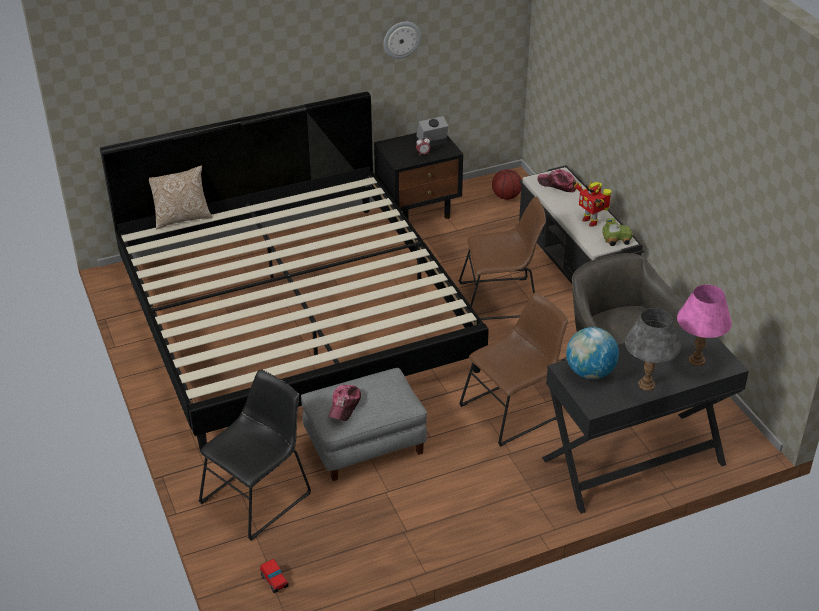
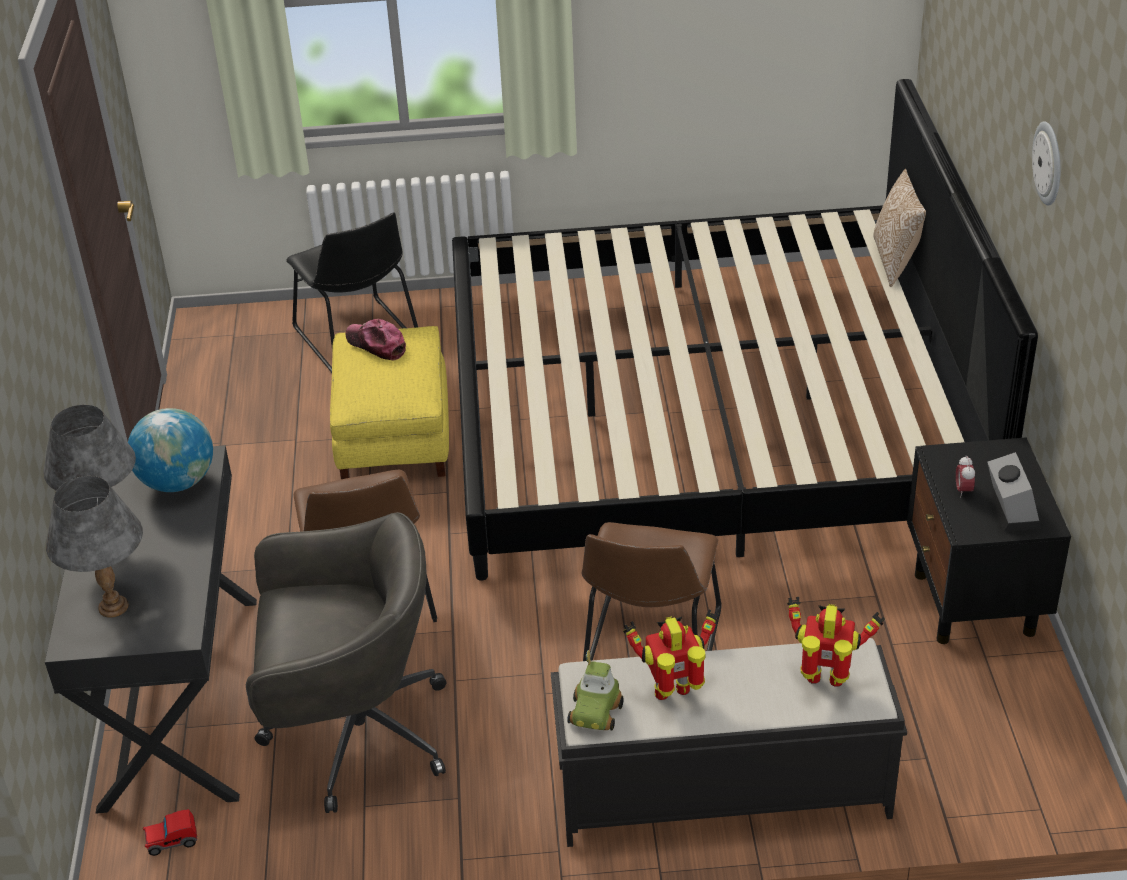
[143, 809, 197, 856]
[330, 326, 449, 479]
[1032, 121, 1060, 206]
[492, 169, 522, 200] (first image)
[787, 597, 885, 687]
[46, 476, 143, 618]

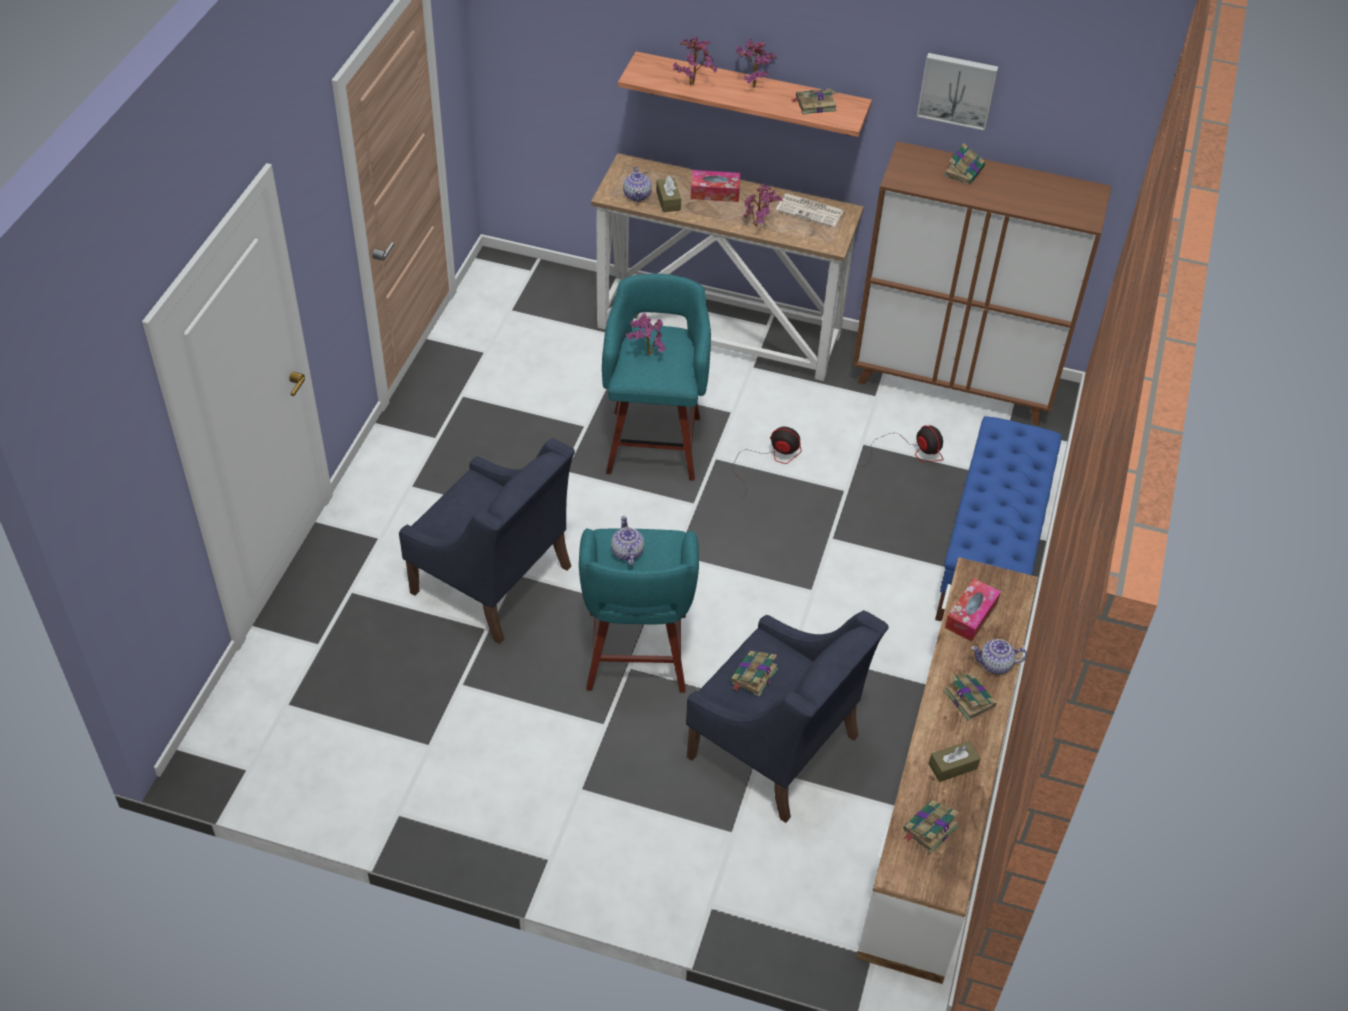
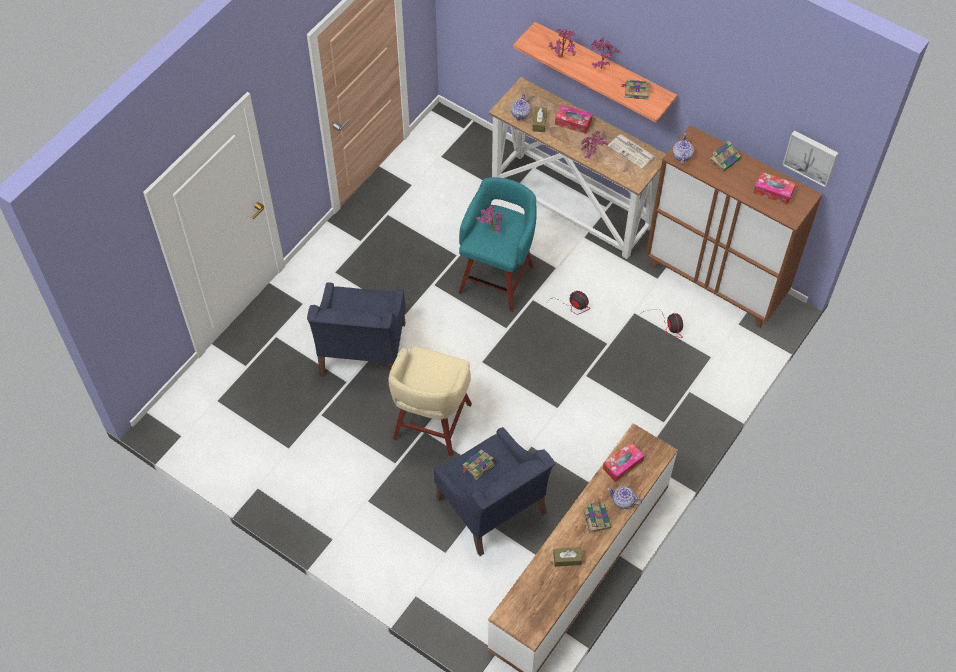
[307, 282, 405, 377]
[388, 346, 472, 456]
[673, 133, 694, 165]
[903, 800, 959, 853] (first image)
[783, 130, 838, 187]
[935, 416, 1062, 621] (first image)
[753, 172, 796, 205]

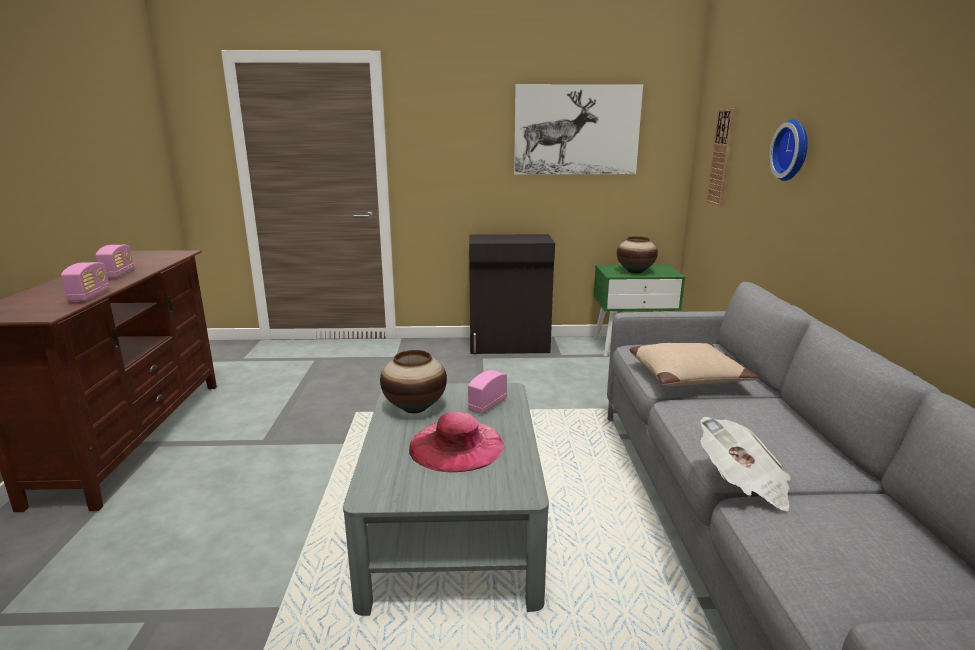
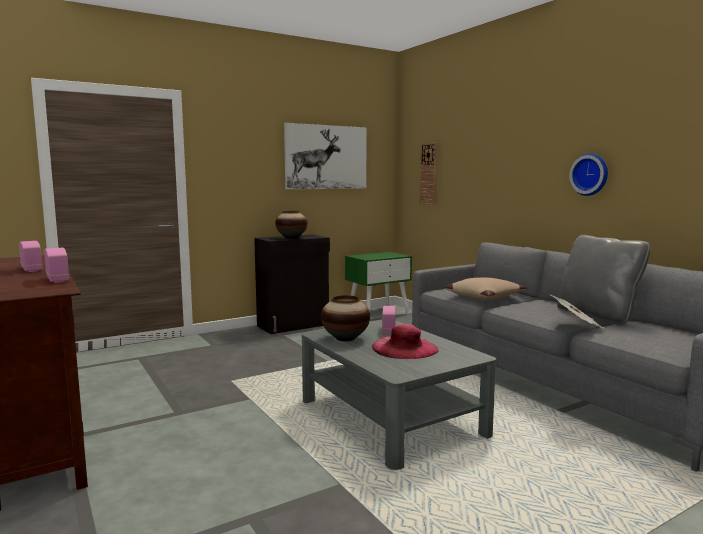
[275, 211, 307, 239]
[569, 153, 608, 196]
[557, 235, 650, 324]

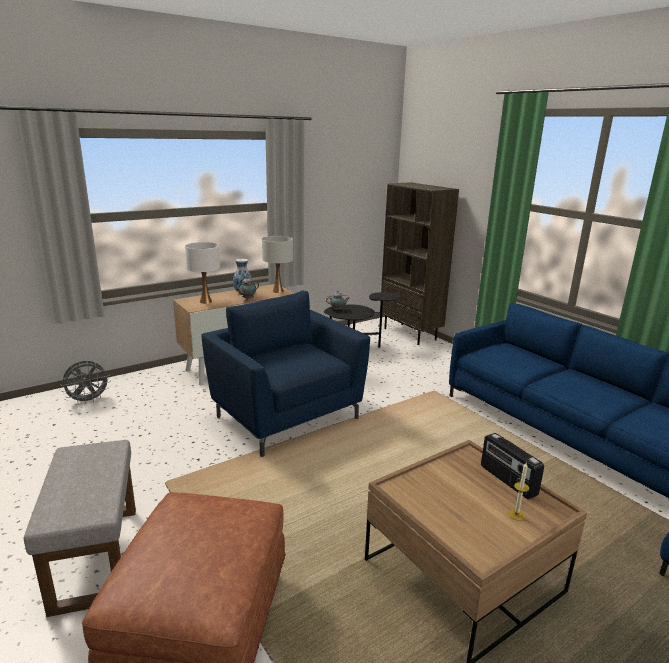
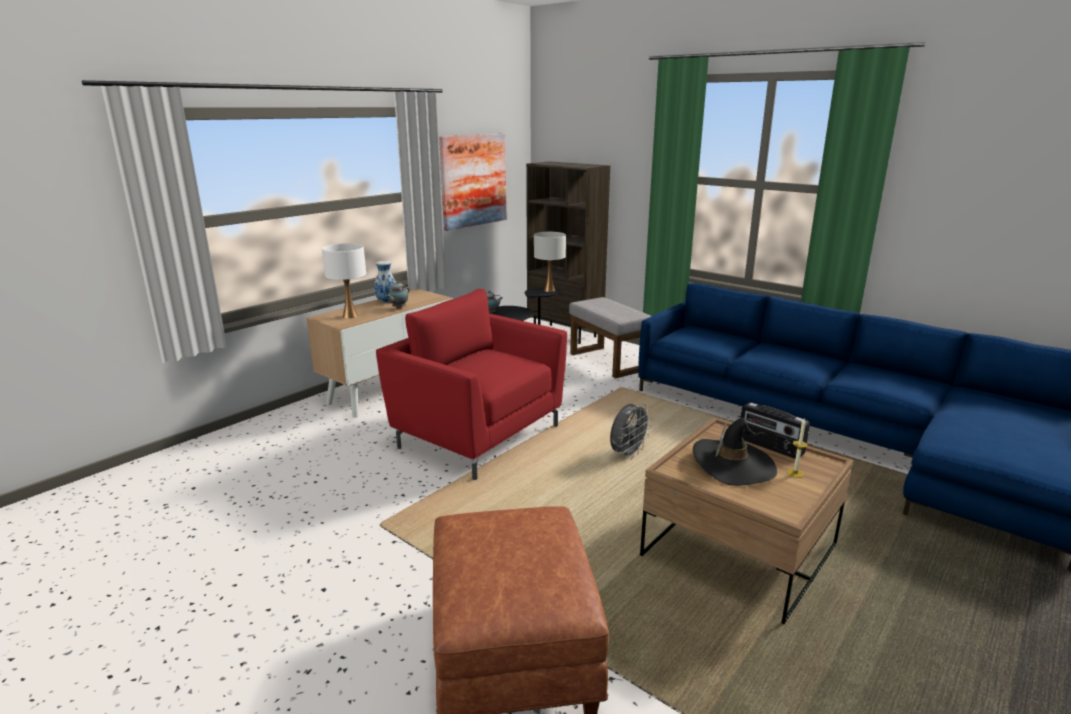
[569, 297, 651, 379]
[610, 404, 652, 460]
[376, 289, 567, 480]
[534, 232, 566, 292]
[439, 134, 507, 231]
[693, 418, 777, 486]

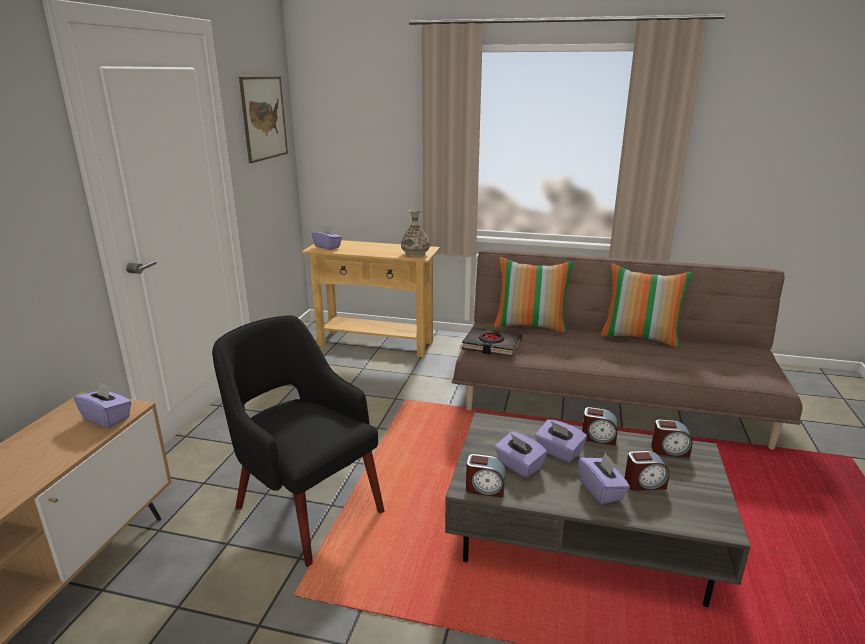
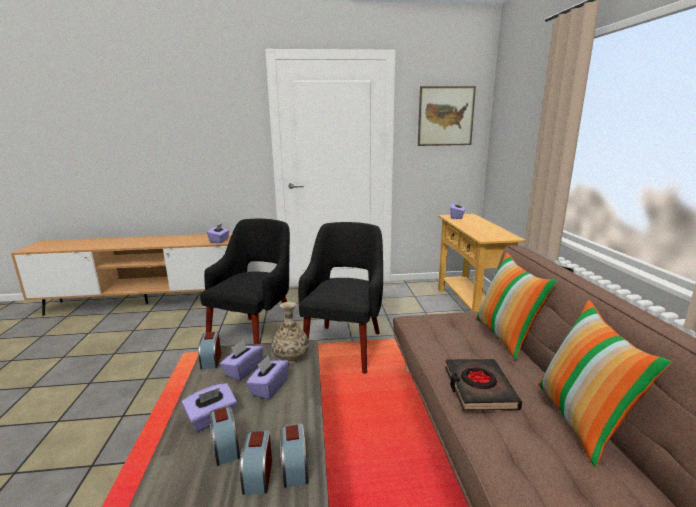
[271, 302, 309, 364]
[445, 359, 522, 411]
[239, 430, 272, 495]
[298, 222, 383, 374]

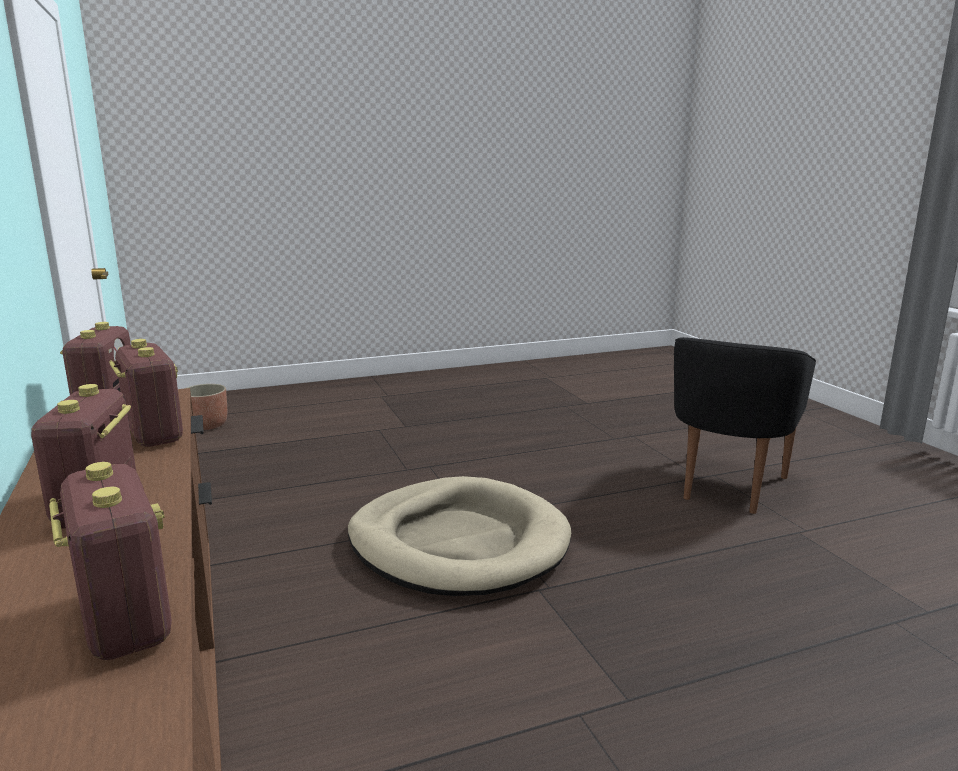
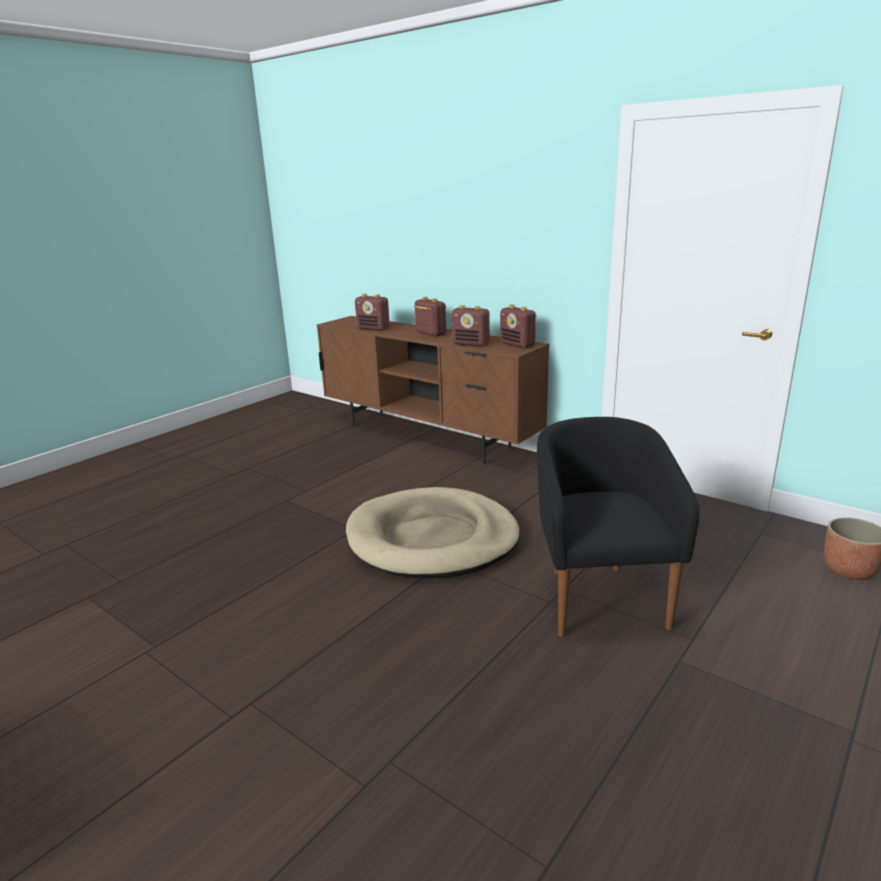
[537, 417, 700, 637]

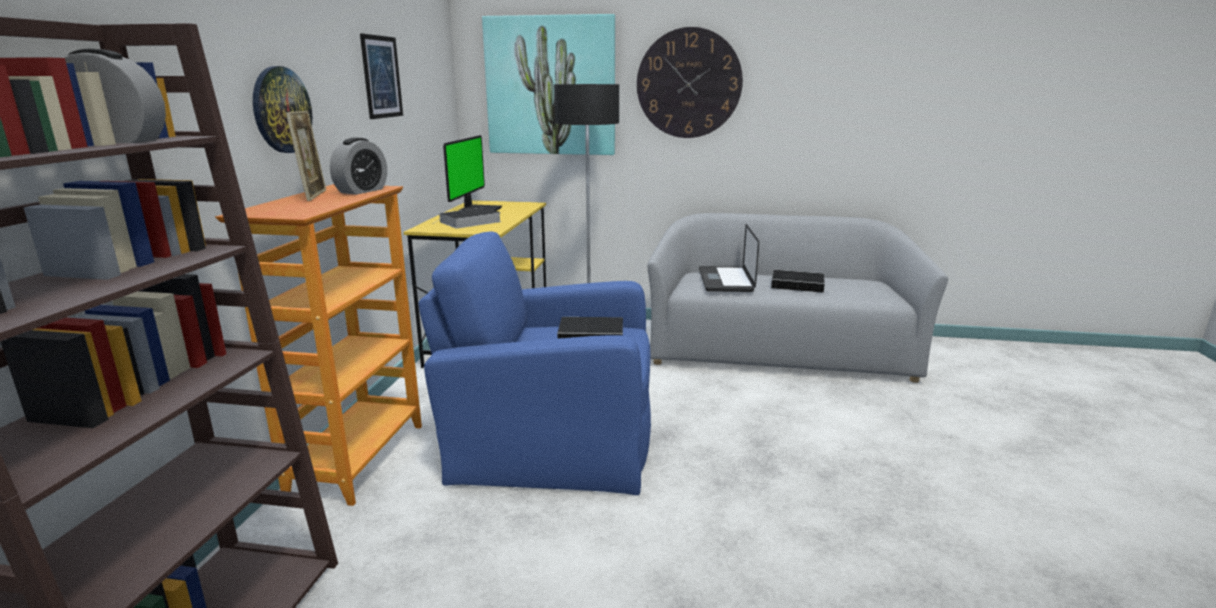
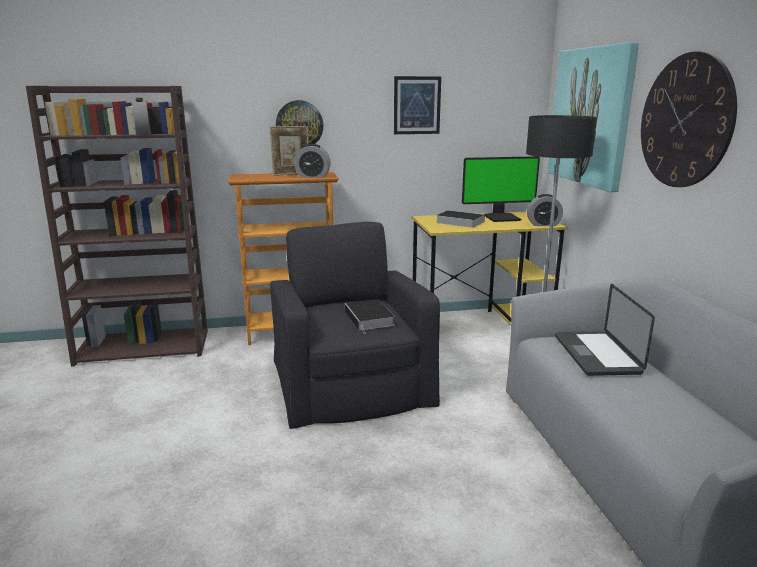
[270, 222, 440, 429]
[555, 284, 655, 376]
[771, 270, 834, 293] (first image)
[527, 194, 563, 226]

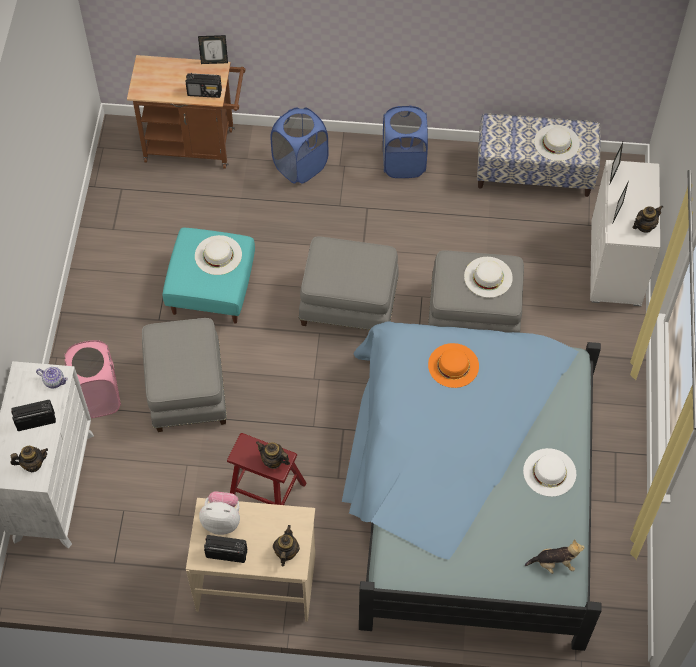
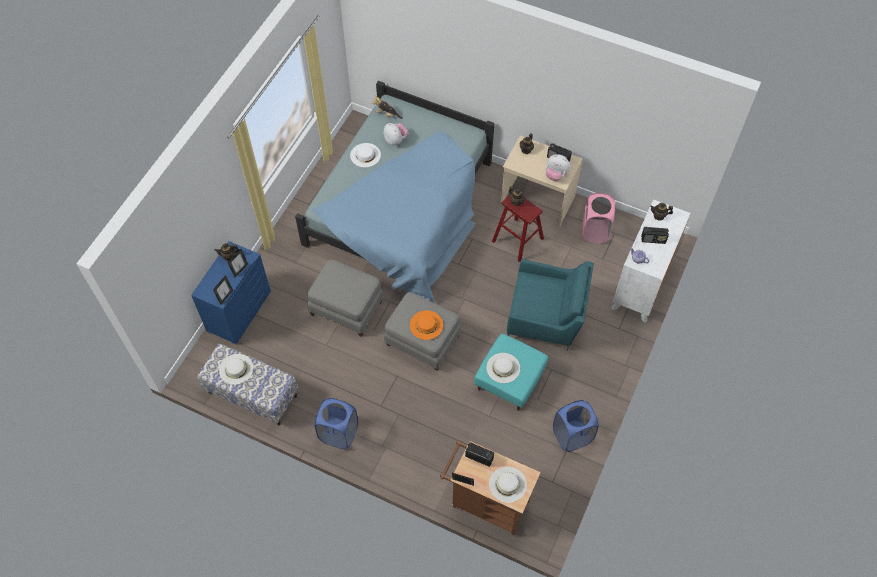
[582, 193, 616, 243]
[507, 259, 594, 351]
[553, 400, 599, 452]
[410, 310, 443, 340]
[489, 466, 527, 503]
[191, 241, 271, 345]
[384, 123, 409, 146]

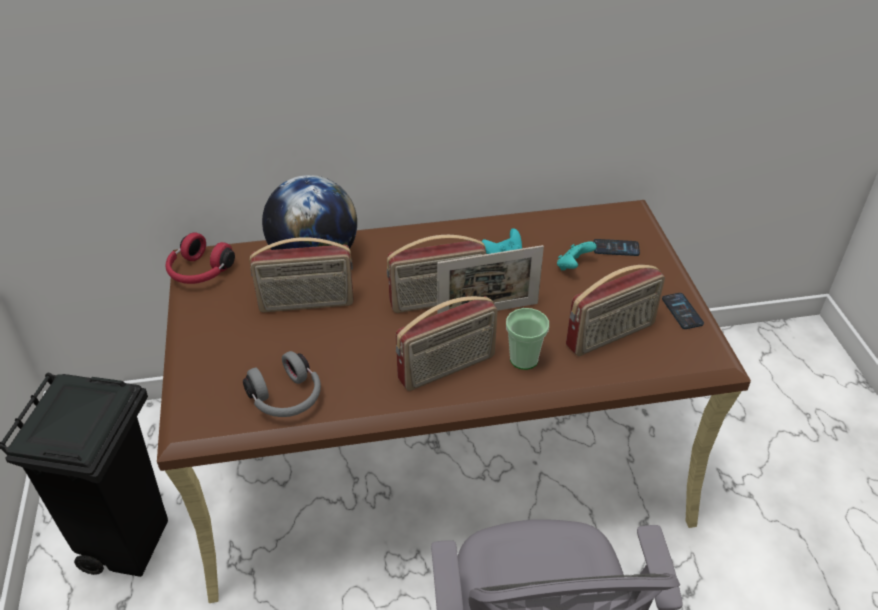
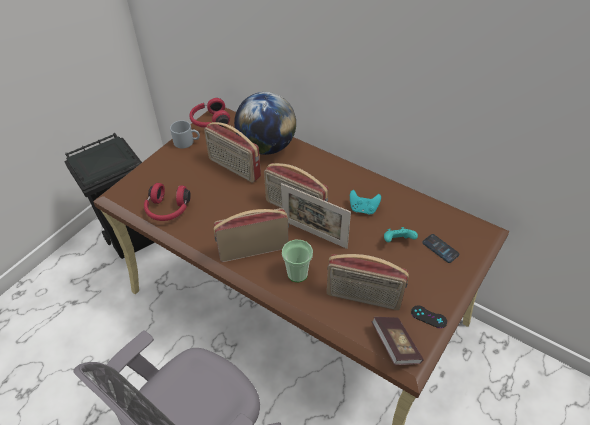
[144, 183, 191, 221]
[214, 208, 289, 262]
[411, 305, 447, 328]
[170, 121, 200, 148]
[371, 317, 423, 365]

